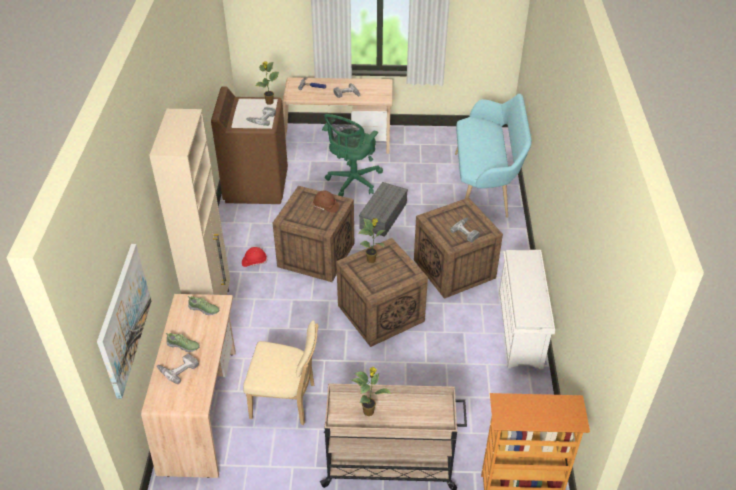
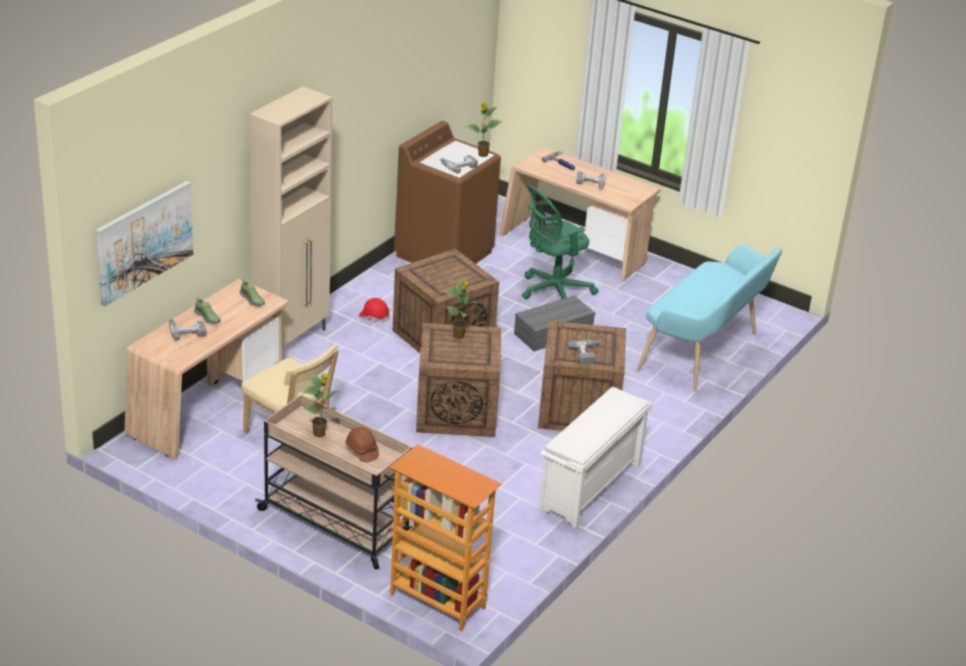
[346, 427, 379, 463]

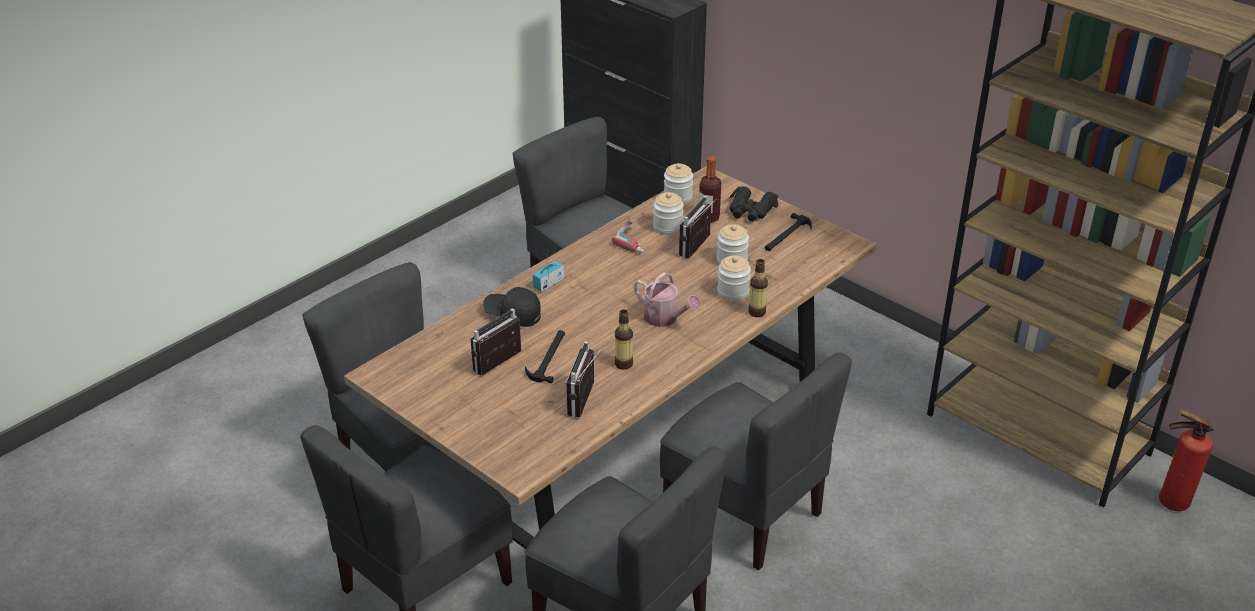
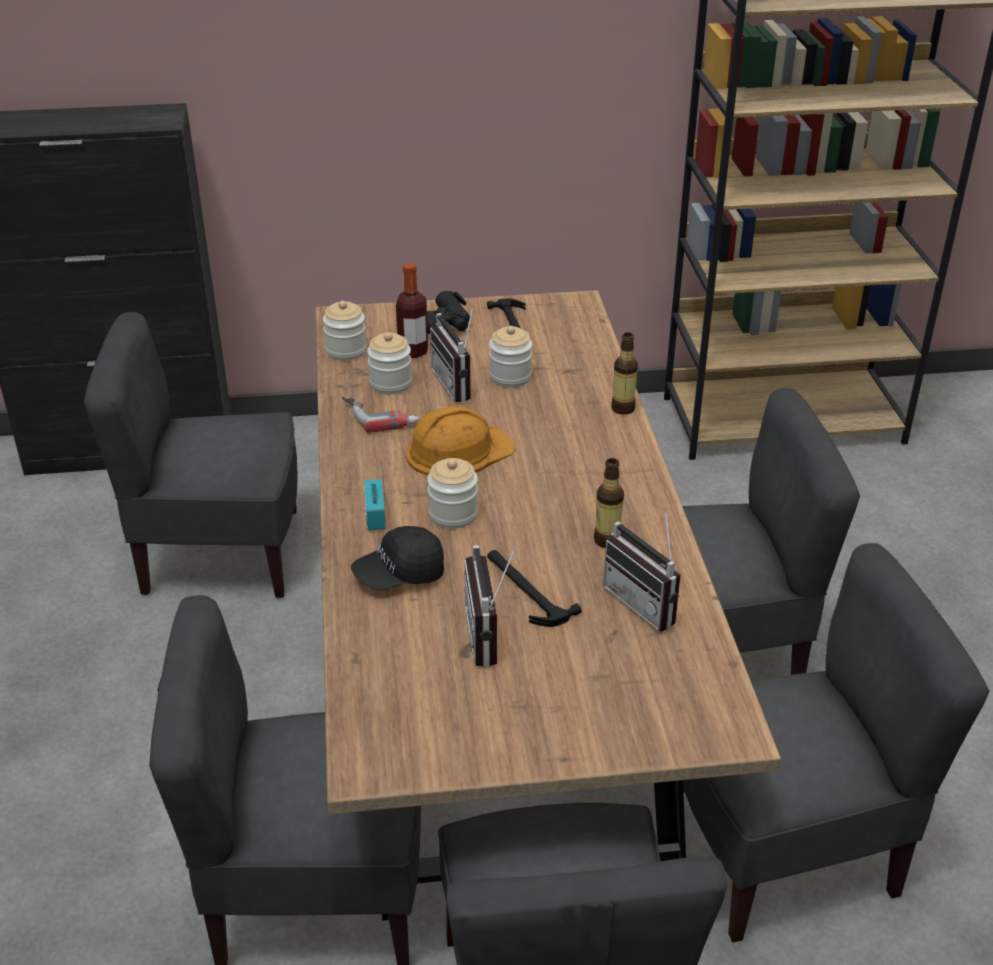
[634, 272, 701, 327] (first image)
[427, 458, 478, 529]
[1159, 409, 1214, 511] (first image)
[406, 407, 516, 476]

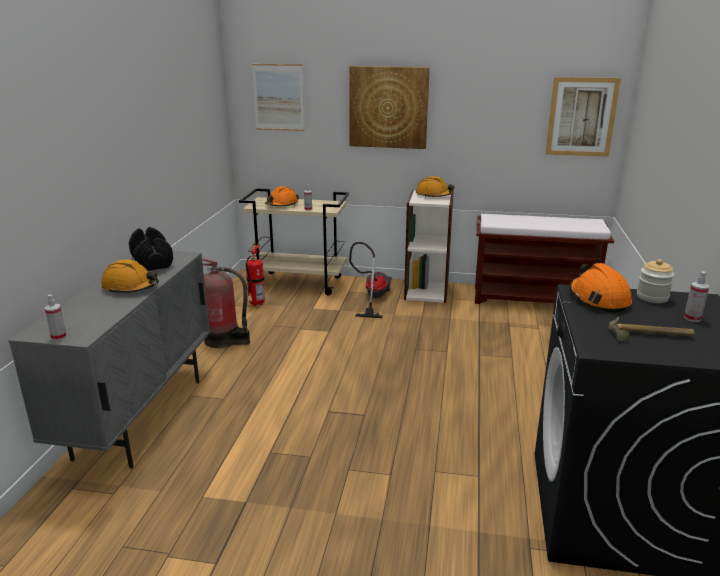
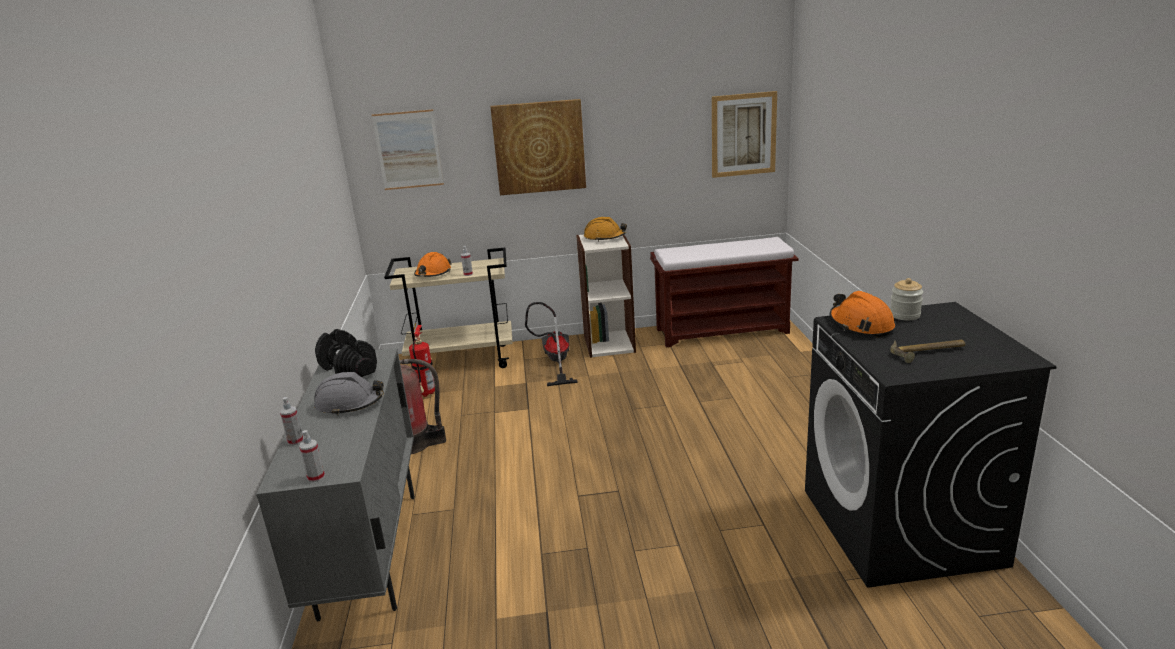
[314, 372, 384, 416]
[280, 397, 303, 445]

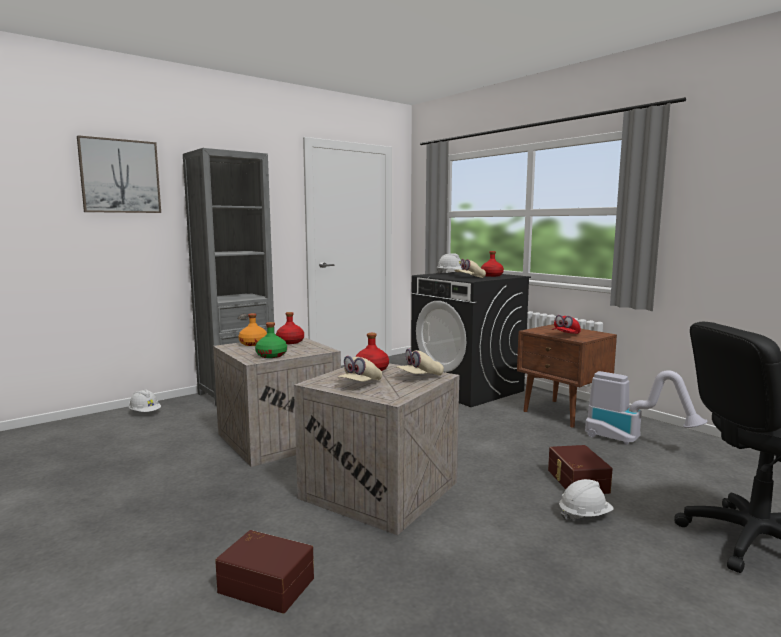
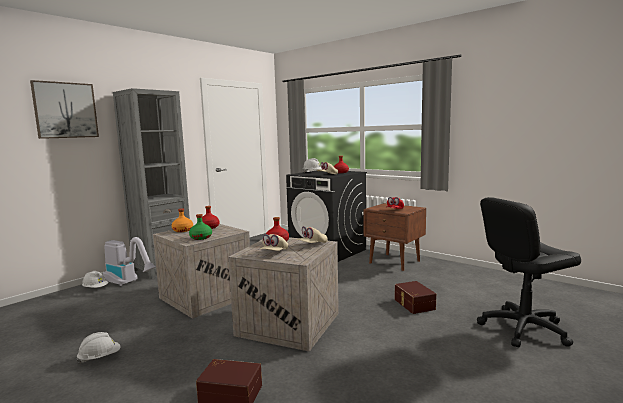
[77, 332, 120, 364]
[103, 237, 156, 286]

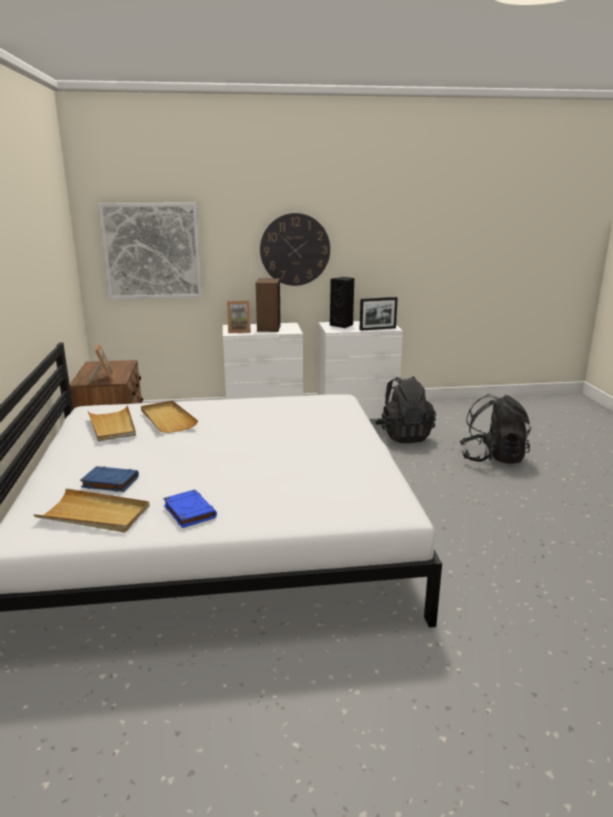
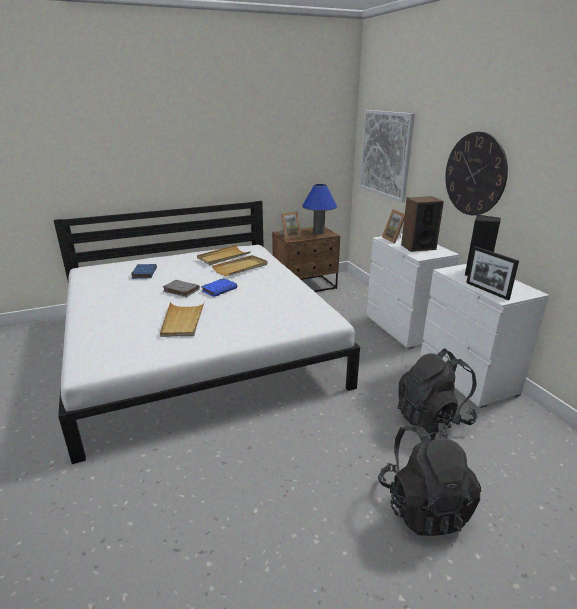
[160, 301, 205, 337]
[201, 278, 237, 297]
[163, 280, 200, 297]
[302, 184, 337, 234]

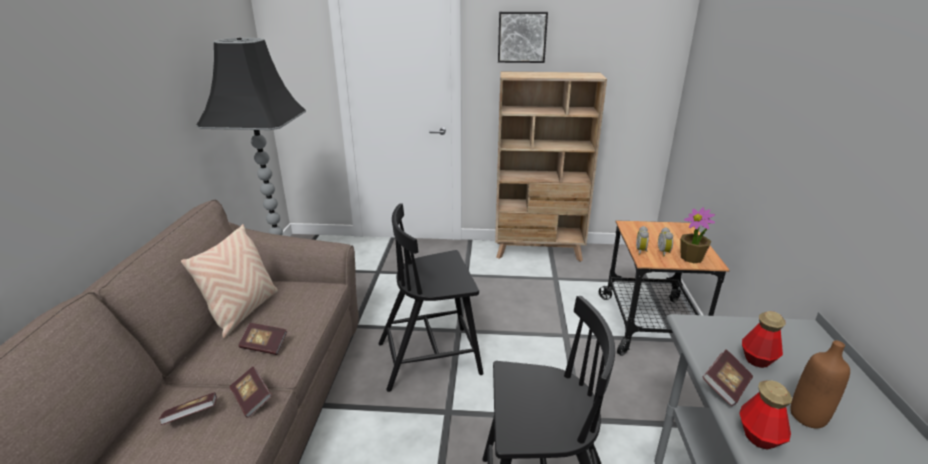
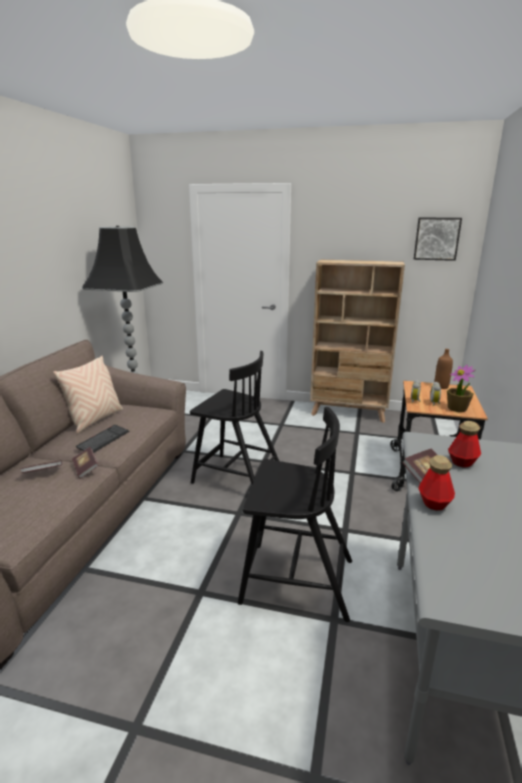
[76, 425, 130, 453]
[190, 351, 279, 485]
[414, 218, 462, 261]
[435, 349, 453, 389]

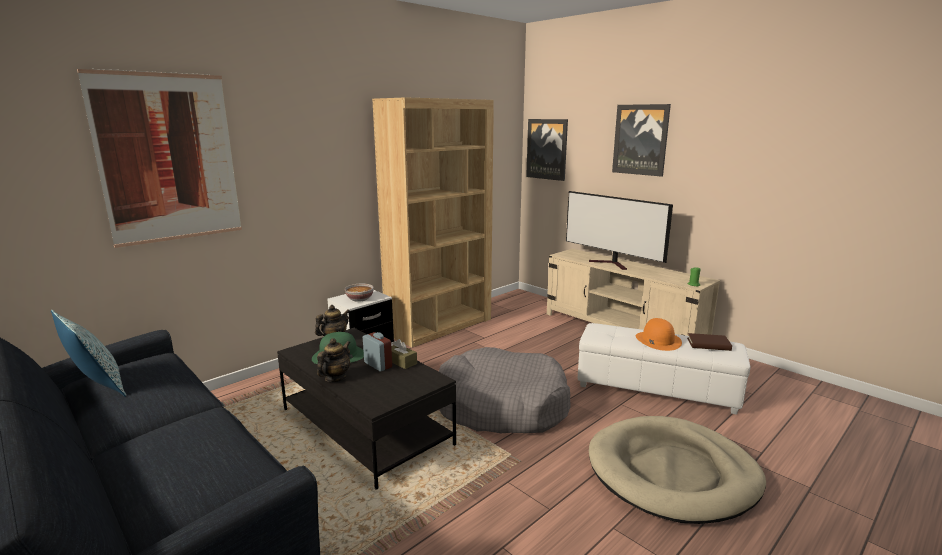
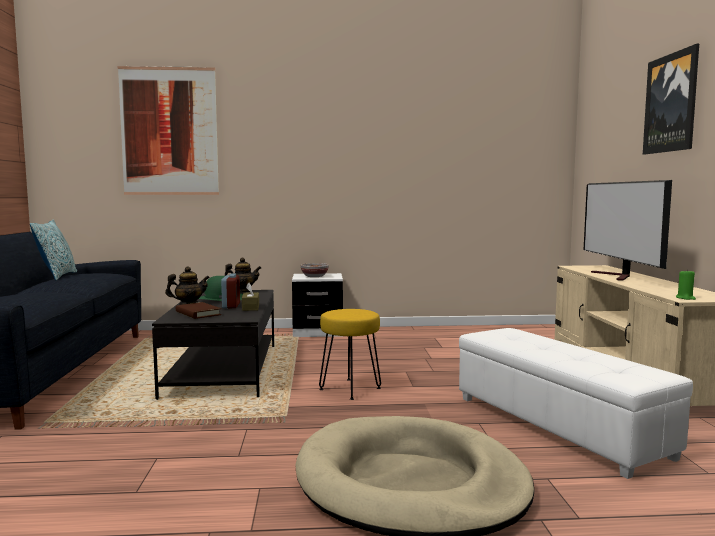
[372, 97, 494, 347] (first image)
[319, 309, 381, 400]
[526, 119, 568, 181] (first image)
[635, 318, 682, 351] (first image)
[176, 302, 221, 319]

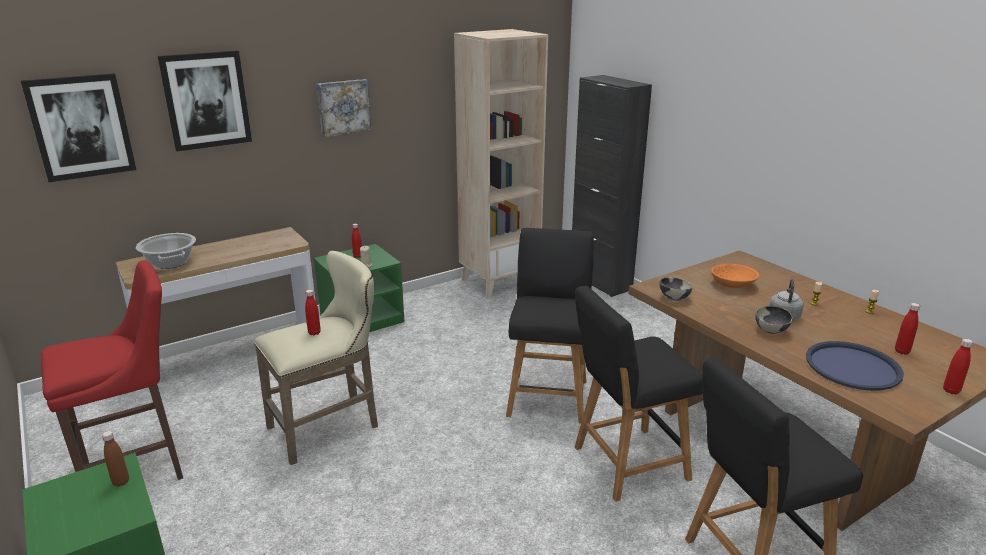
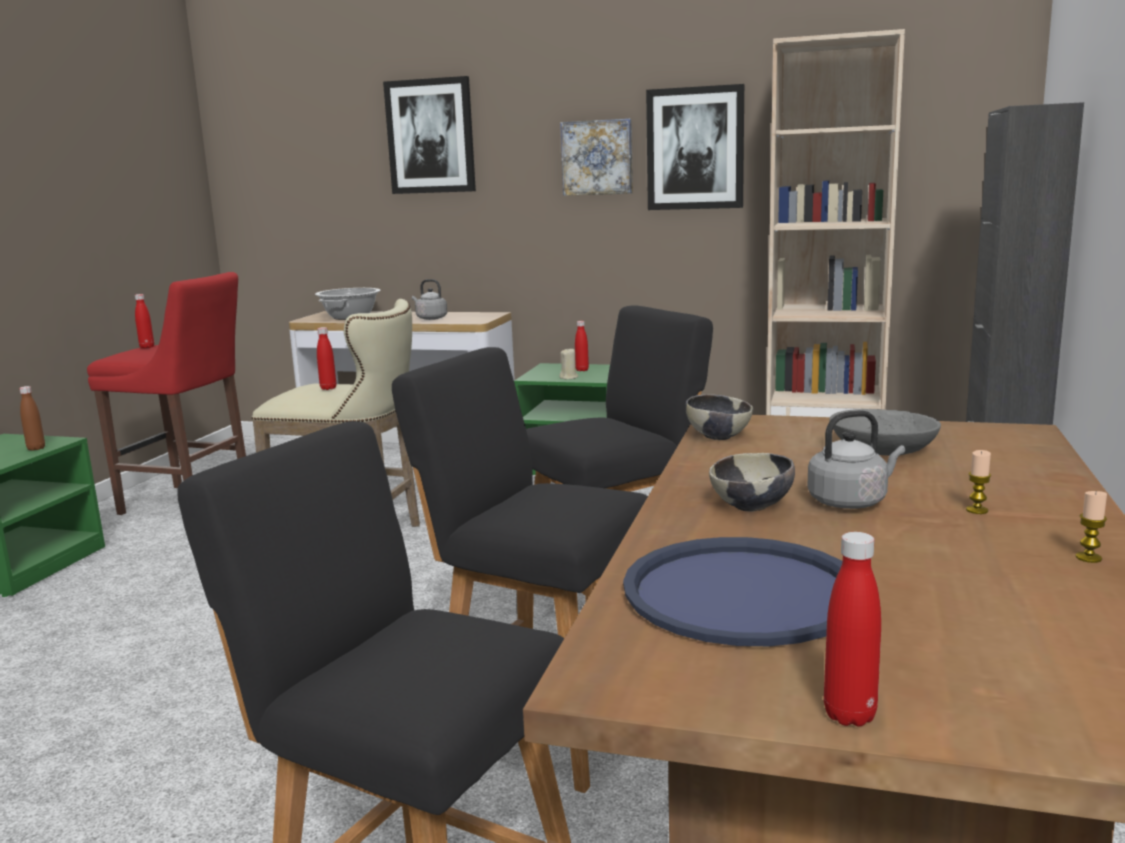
[646, 84, 744, 210]
[829, 409, 941, 456]
[135, 294, 154, 348]
[412, 279, 447, 320]

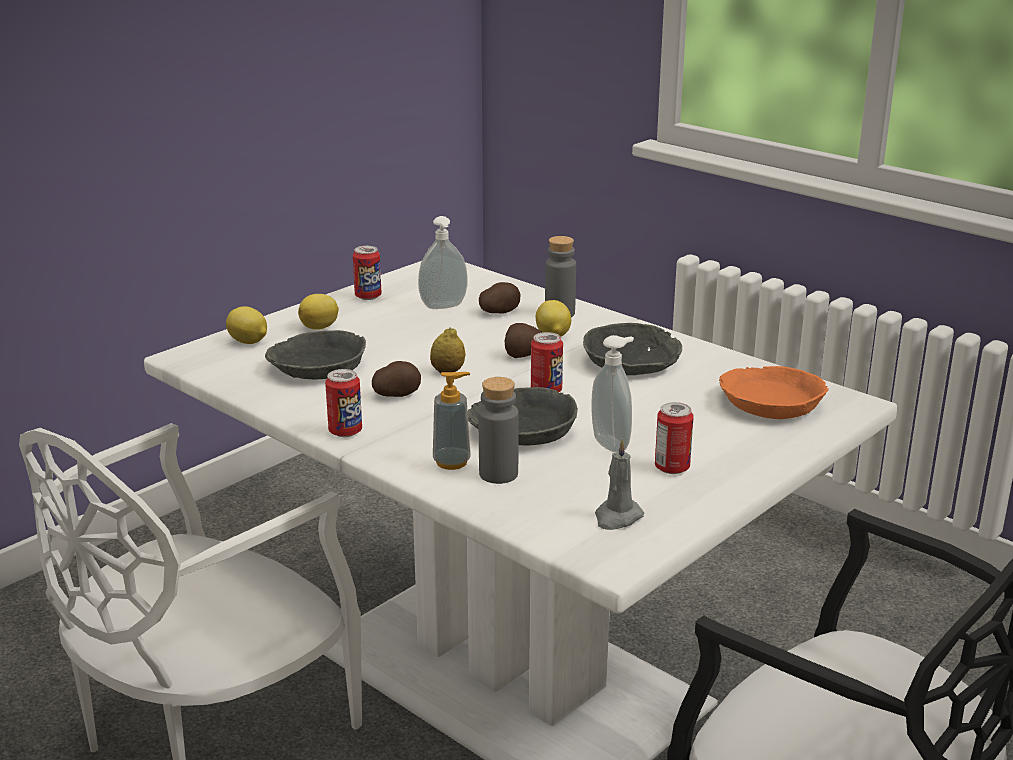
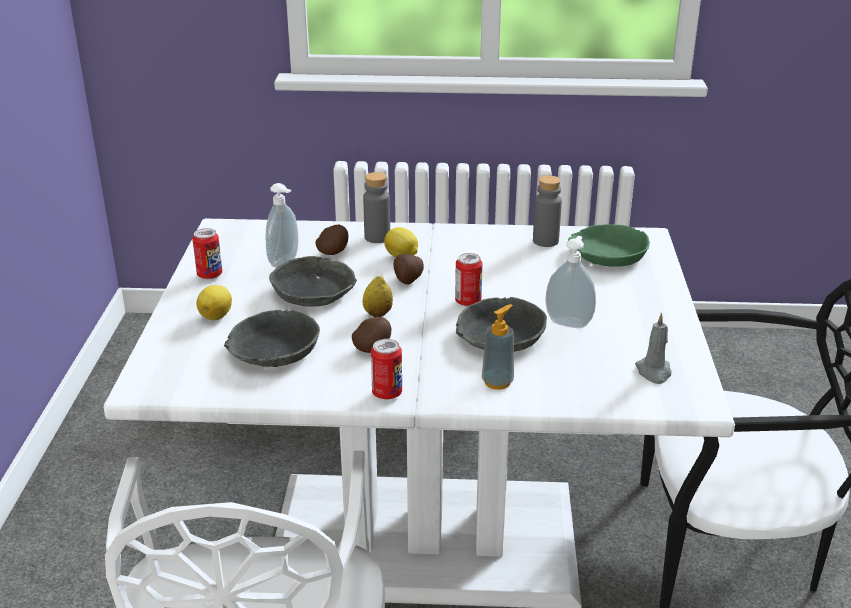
[226, 306, 267, 344] (first image)
[533, 175, 562, 247]
[269, 256, 357, 307]
[655, 402, 694, 474] (first image)
[568, 224, 650, 267]

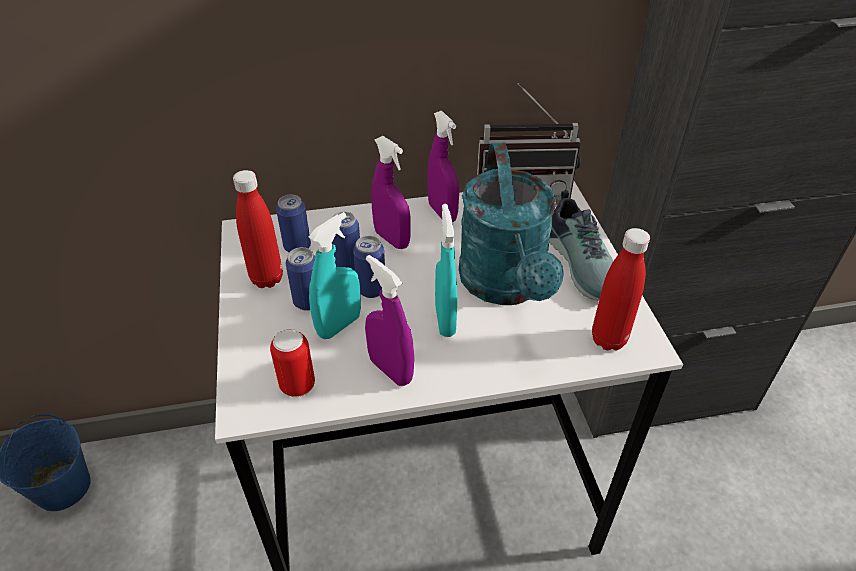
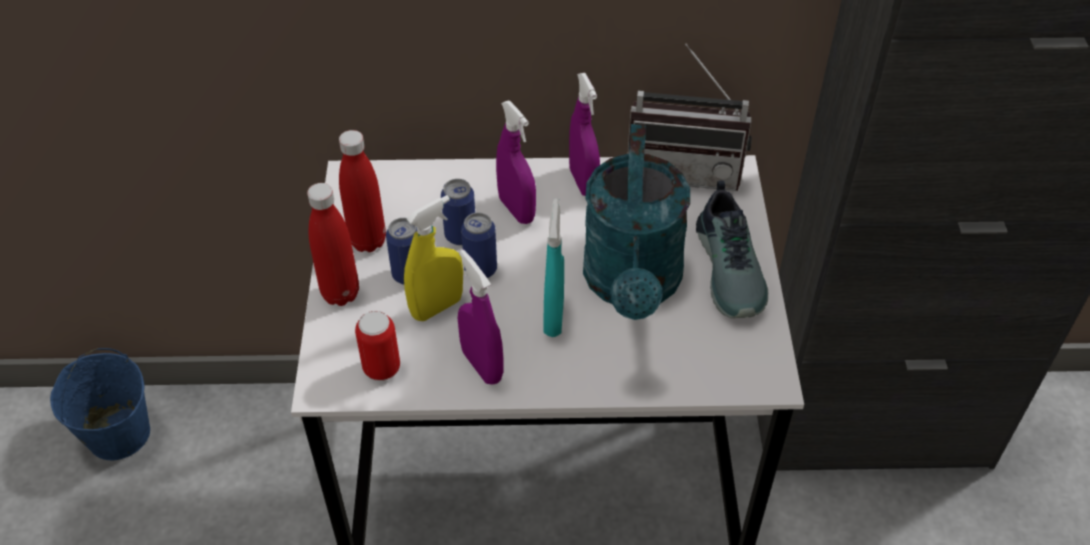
[276, 194, 311, 252] (first image)
[404, 195, 463, 321]
[307, 183, 359, 306]

